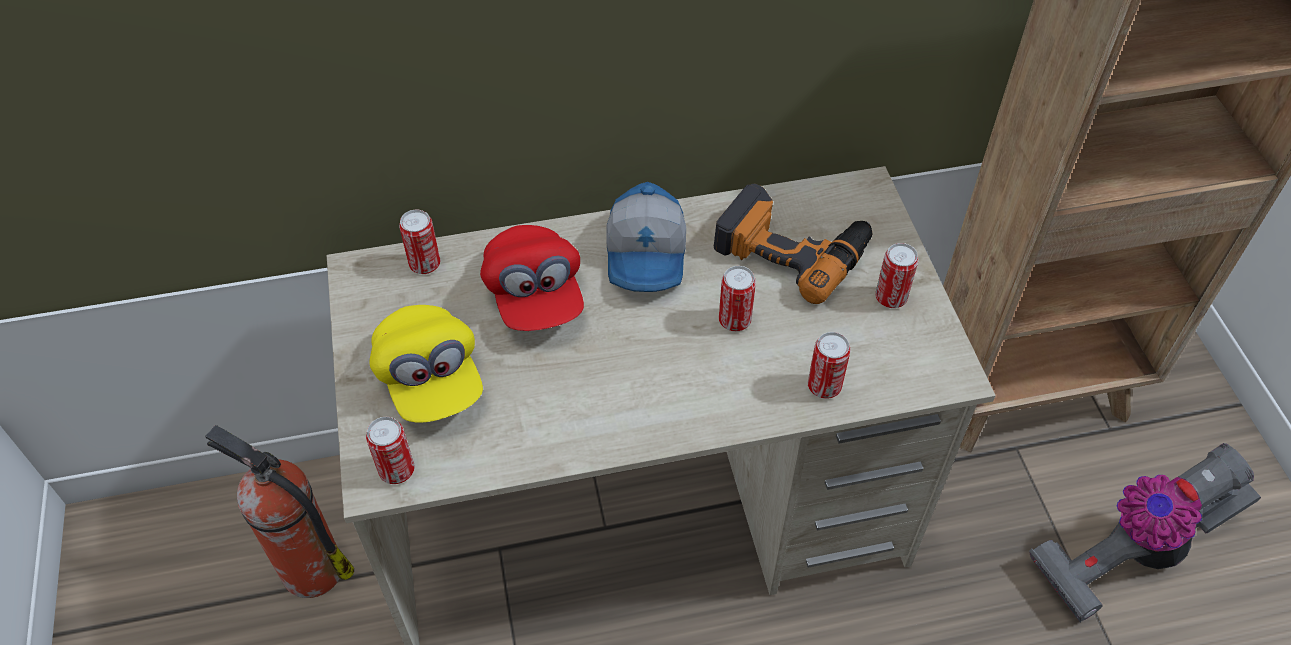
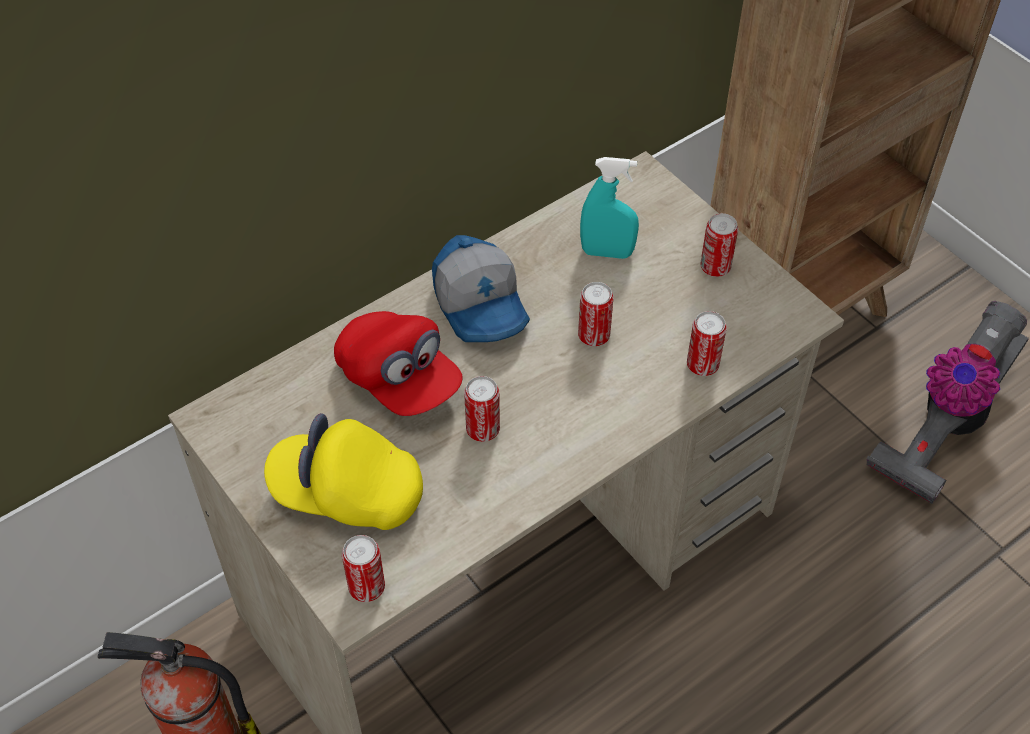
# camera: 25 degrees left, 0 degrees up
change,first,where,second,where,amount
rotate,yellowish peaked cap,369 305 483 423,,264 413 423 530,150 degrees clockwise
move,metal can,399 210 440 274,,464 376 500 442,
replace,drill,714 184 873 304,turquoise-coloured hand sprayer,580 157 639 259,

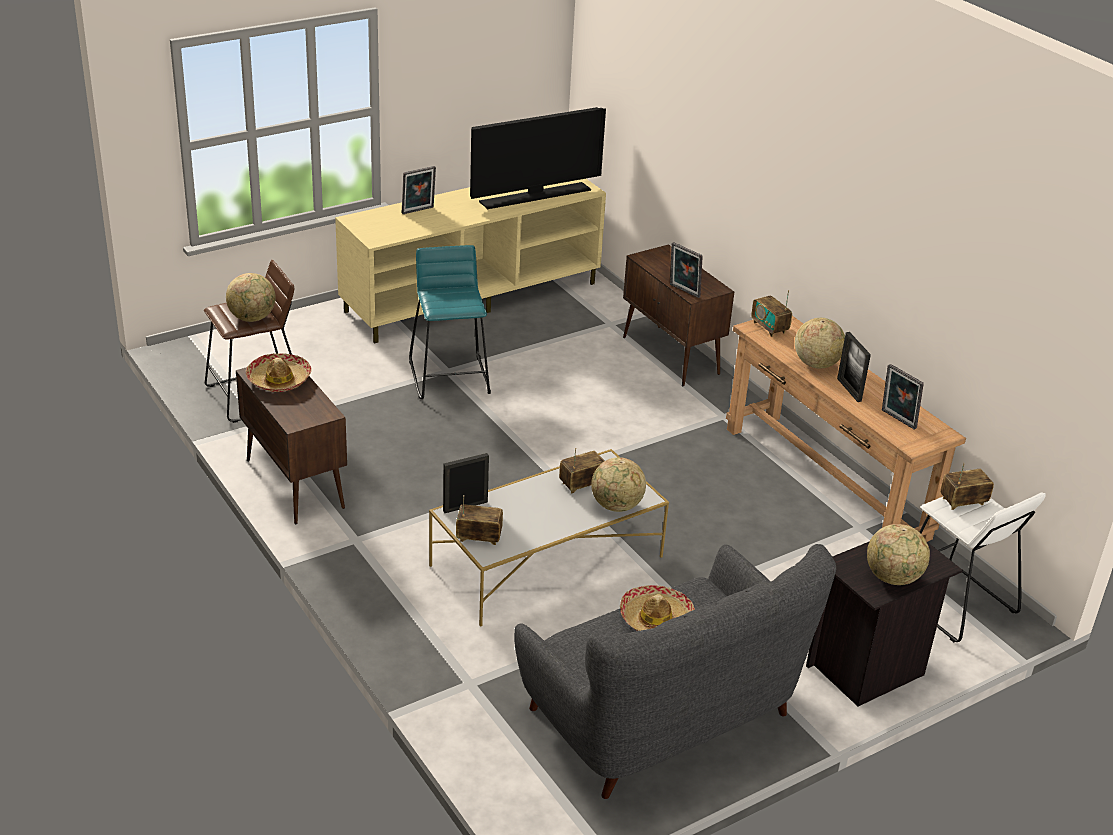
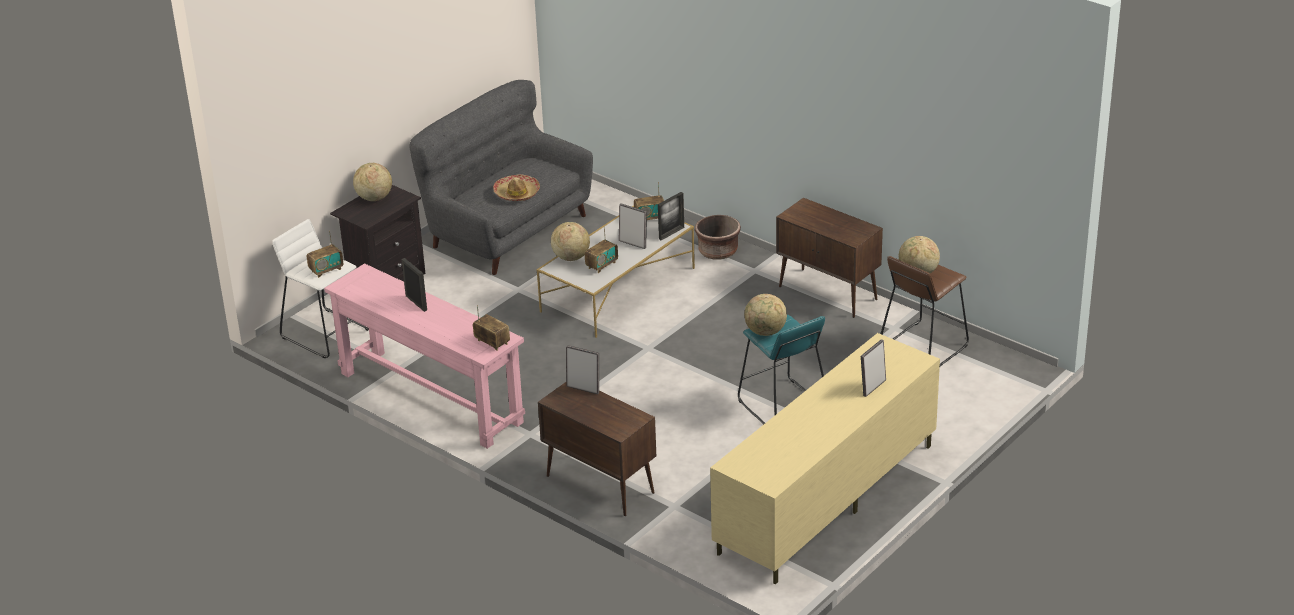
# camera: 165 degrees right, 0 degrees up
change,first,where,second,where,amount
delete,clothing hat,246 353 312 392,,,
delete,television,470 107 606 209,,,
recolor,brown-coloured narrow table,726 316 966 542,pink-coloured narrow table,324 263 525 449,
move,globe,795 318 845 369,,744 294 787 336,
move,photo frame,882 364 924 430,,619 203 647 249,
insert,,,brown-coloured flower pot,695 215 741 260,

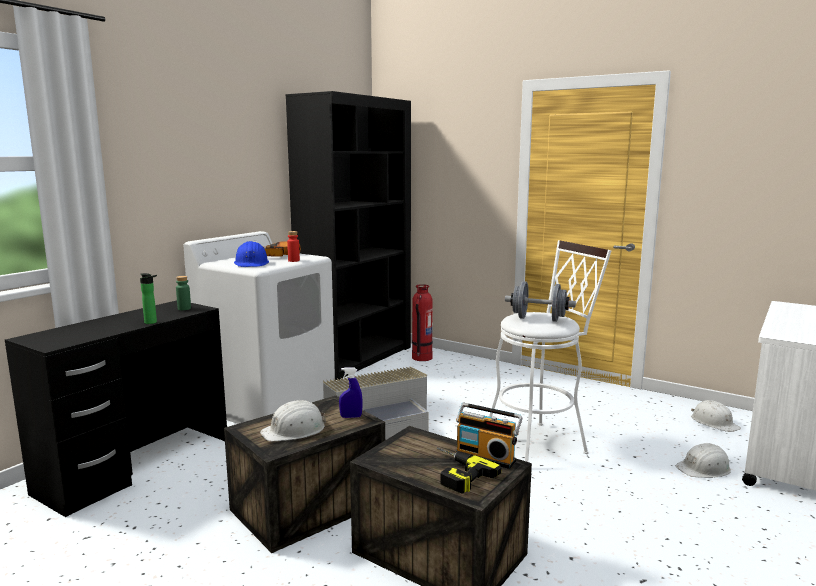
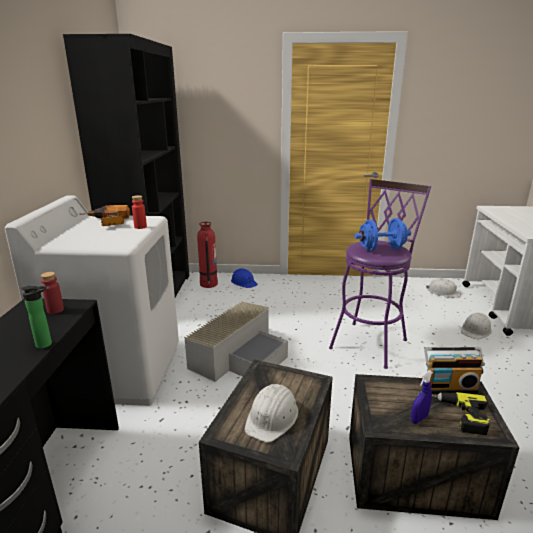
# camera: 30 degrees left, 10 degrees up
change,first,where,second,where,amount
recolor,greenish beverage bottle,176 276 191 310,reddish beverage bottle,41 272 64 314,
move,blue-coloured work helmet,234 241 269 267,,231 269 258 288,
move,blue-coloured hand sprayer,339 367 363 418,,411 370 433 424,
recolor,white stool seat,489 240 611 462,purple stool seat,329 179 431 369,
recolor,gray hand weight,505 281 576 322,blue-coloured hand weight,355 218 411 251,

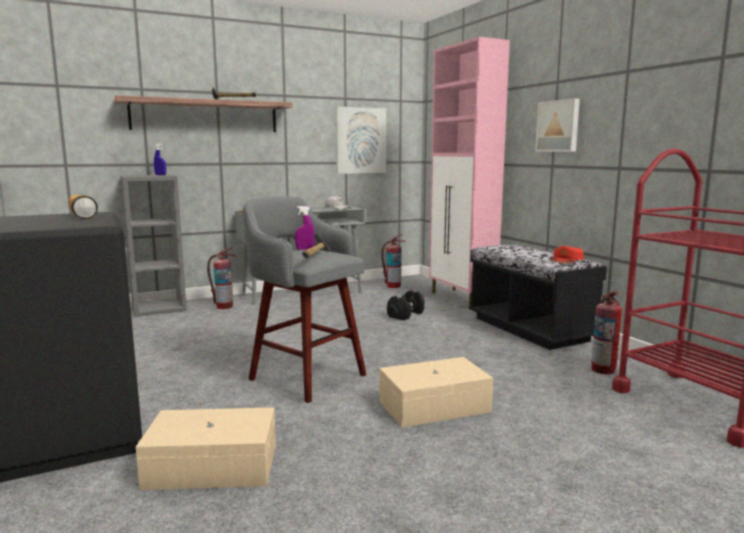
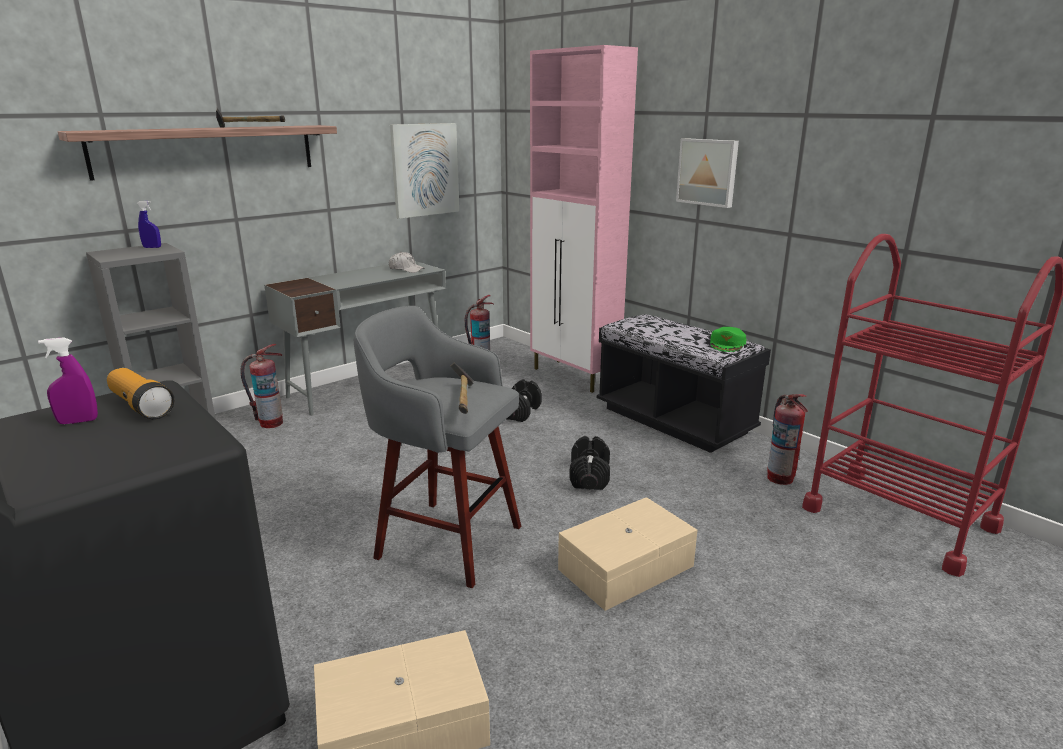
# camera: 15 degrees left, 10 degrees up
change,first,where,second,where,amount
move,purple hand sprayer,295 206 315 250,,38 337 98 424,
recolor,reddish peaked cap,552 246 584 263,greenish peaked cap,710 327 747 352,
insert,,,black-coloured hand weight,569 436 610 490,

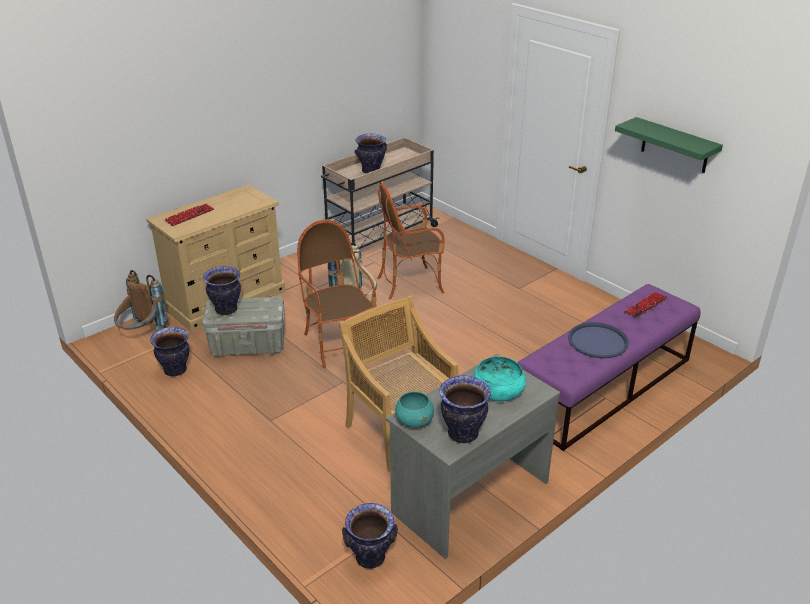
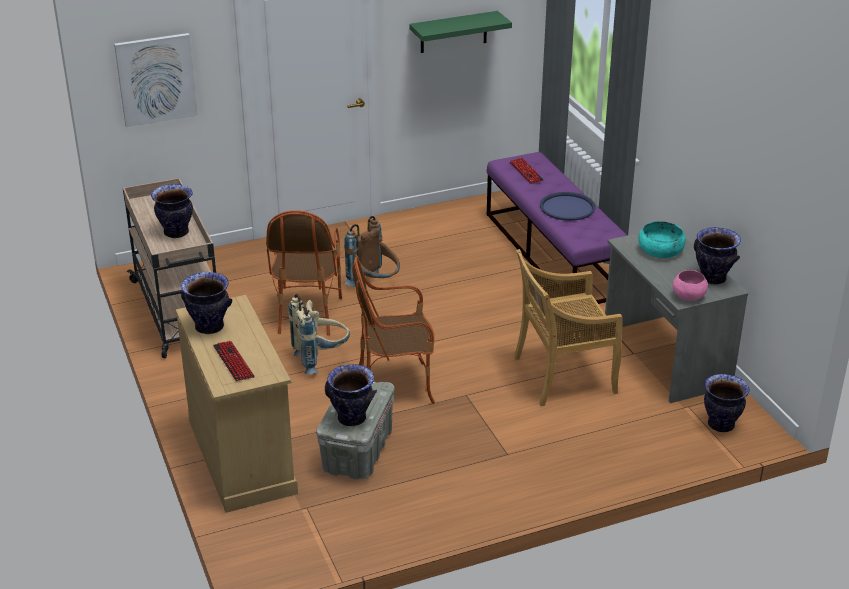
# camera: 70 degrees left, 0 degrees up
change,first,where,second,where,amount
move,brown-coloured knapsack,114 270 168 331,,344 216 400 287,
move,decorative vase,150 327 189 376,,181 272 232 334,
recolor,turquoise-coloured bowl,395 391 434 428,pink-coloured bowl,673 270 708 301,
insert,,,picture,114 33 198 127,

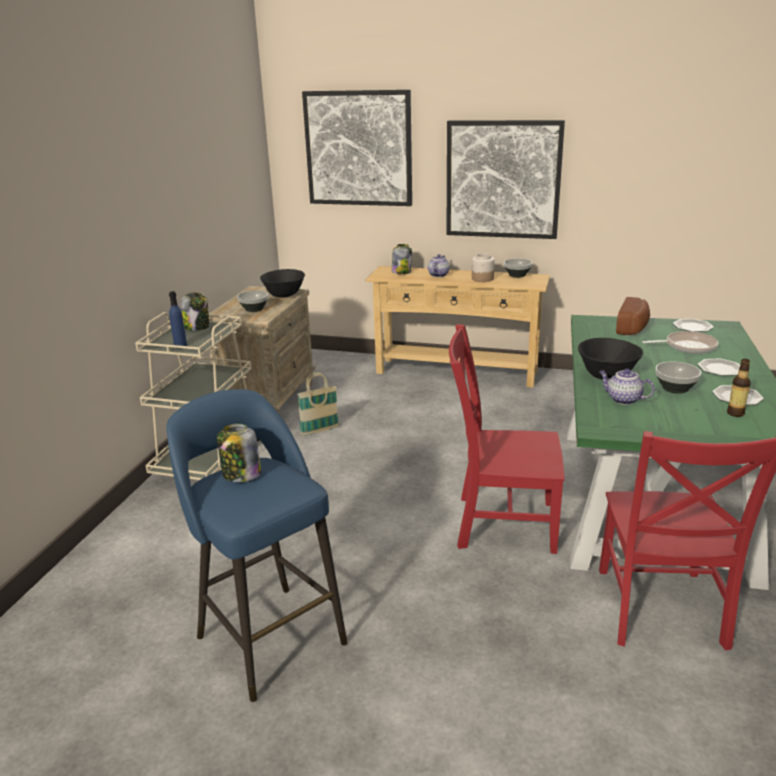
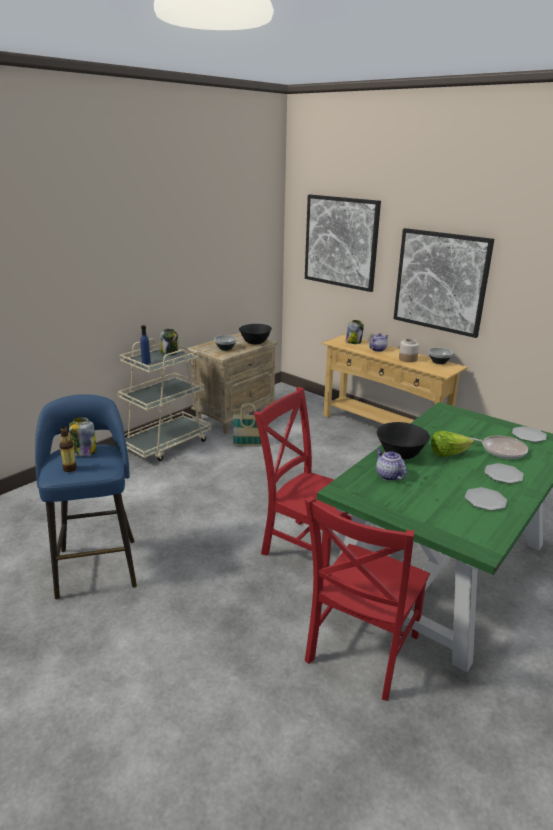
# camera: 25 degrees right, 0 degrees up
change,first,where,second,where,amount
delete,bread,616 297 650 335,,,
delete,bowl,655 362 701 394,,,
move,beverage bottle,727 359 751 417,,59 427 77 472,
insert,,,lettuce,431 430 474 457,

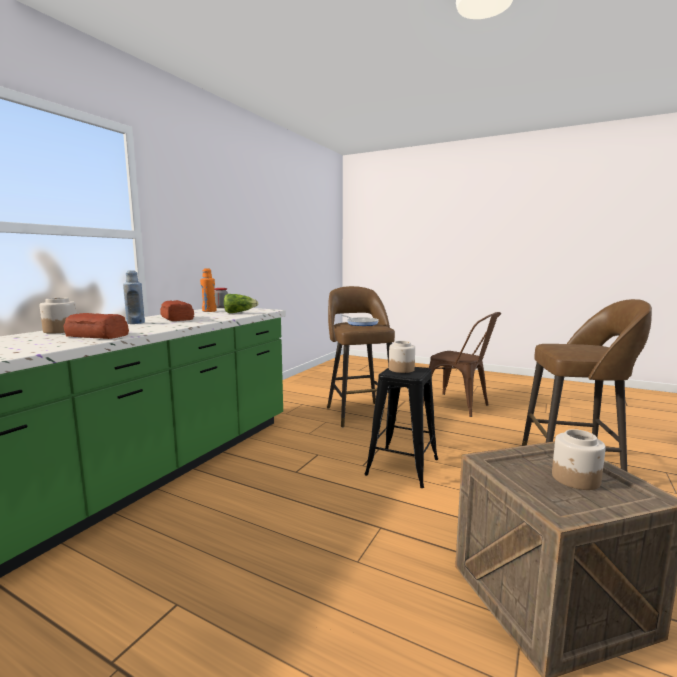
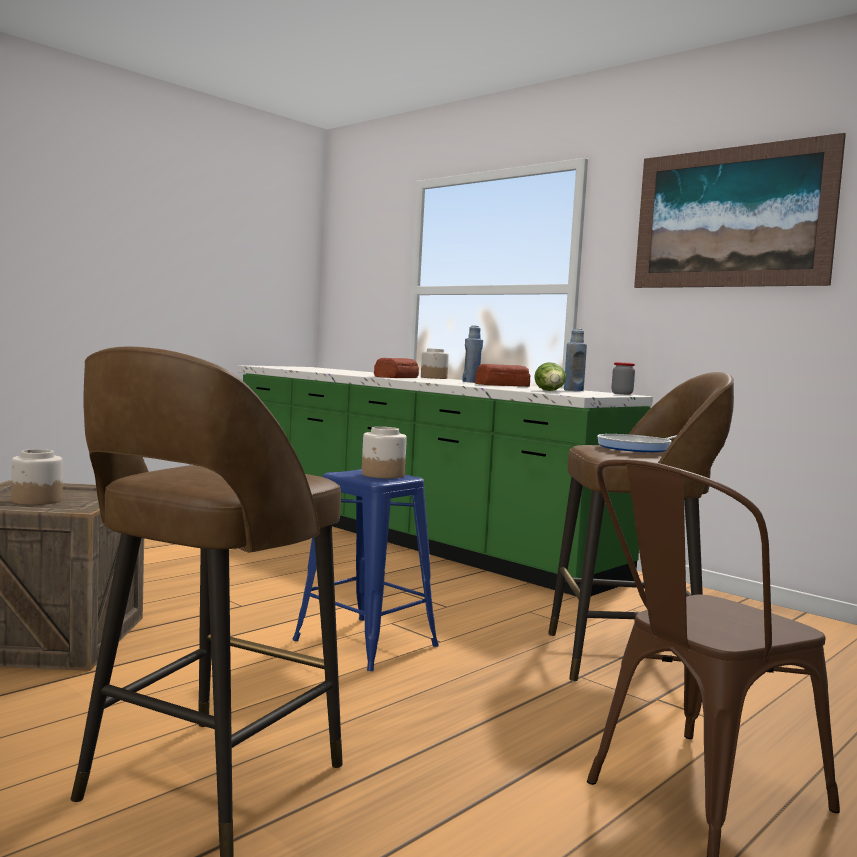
# camera: 105 degrees right, 5 degrees down
change,first,where,second,where,amount
recolor,orange beverage bottle,200 268 217 312,blue-coloured beverage bottle,564 329 587 391,
recolor,black-coloured stool seat,364 367 438 488,blue-coloured stool seat,292 469 439 671,
insert,,,picture,634 133 846 288,

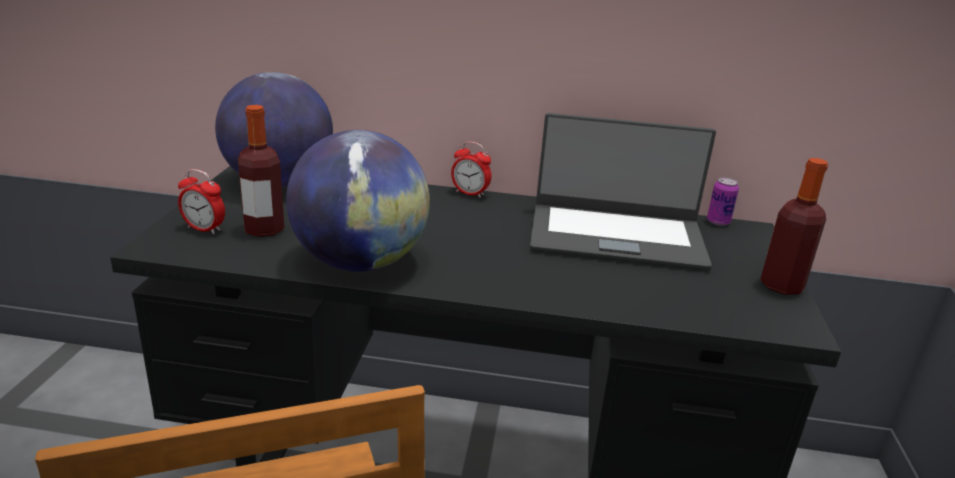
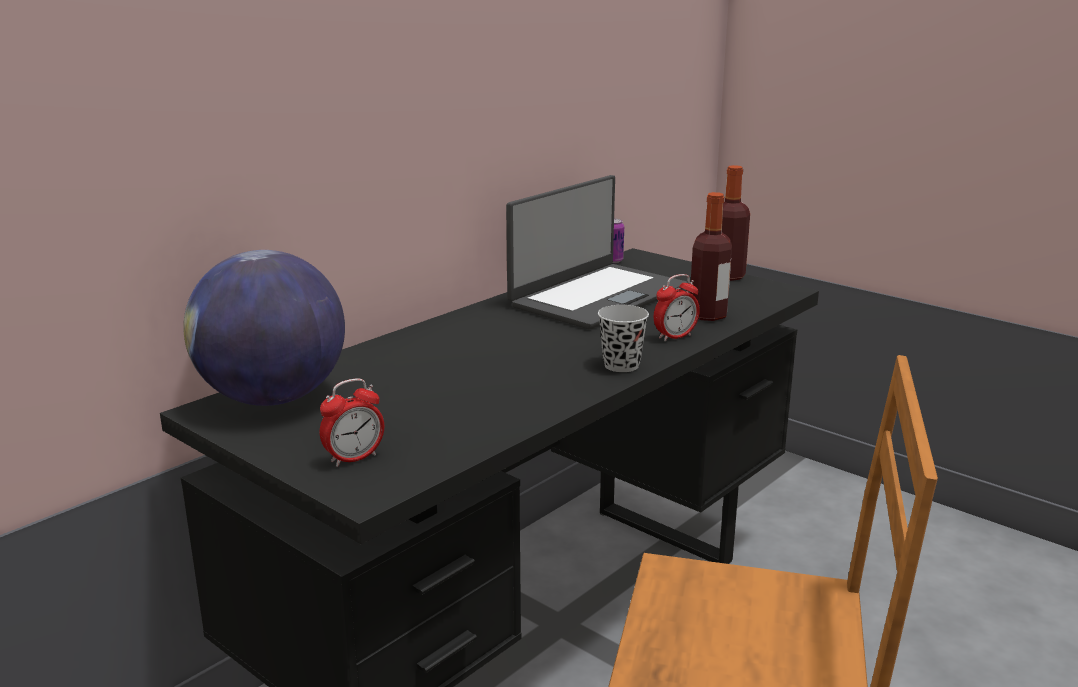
# camera: 55 degrees left, 5 degrees down
change,first,where,second,where,amount
move,beverage bottle,238 105 284 237,,690 192 732 321,
delete,globe,286 130 430 272,,,
move,table clock,451 141 492 198,,654 274 700 341,
insert,,,black-coloured cup,598 305 649 372,

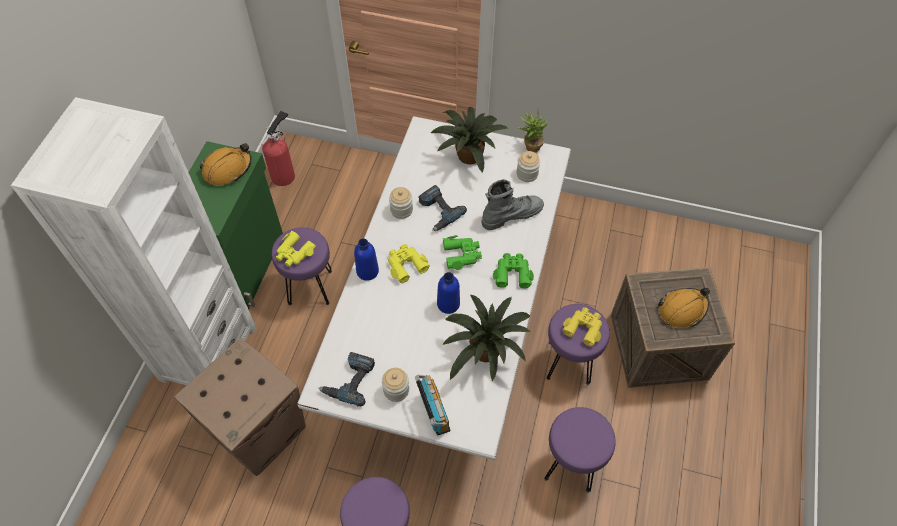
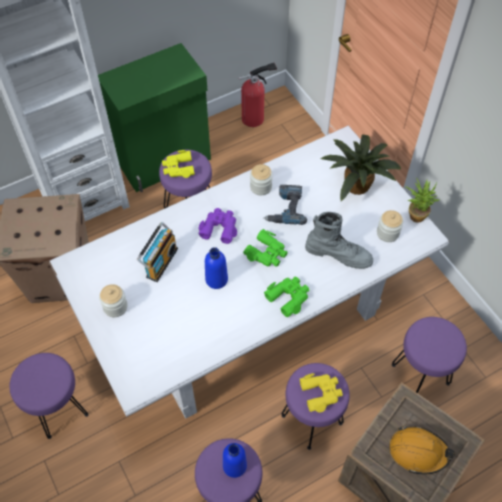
# camera: 45 degrees right, 0 degrees up
change,first,where,second,where,amount
delete,orange work helmet,200 143 252 186,,,
delete,drill,318 352 375 406,,,
move,blue-coloured beverage bottle,354 238 379 281,,223 443 247 478,
recolor,yellowish pair of binoculars,388 244 430 283,purple pair of binoculars,198 208 237 244,
move,radio,415 375 450 436,,137 222 178 282,
delete,potted plant,442 294 531 381,,,
insert,,,purple stool seat,392 317 467 393,

